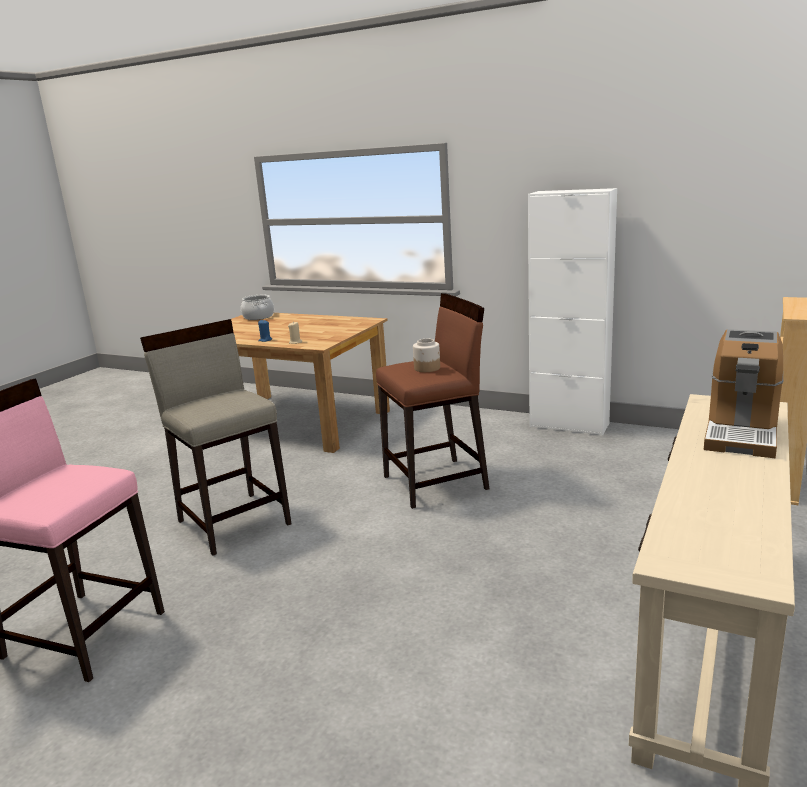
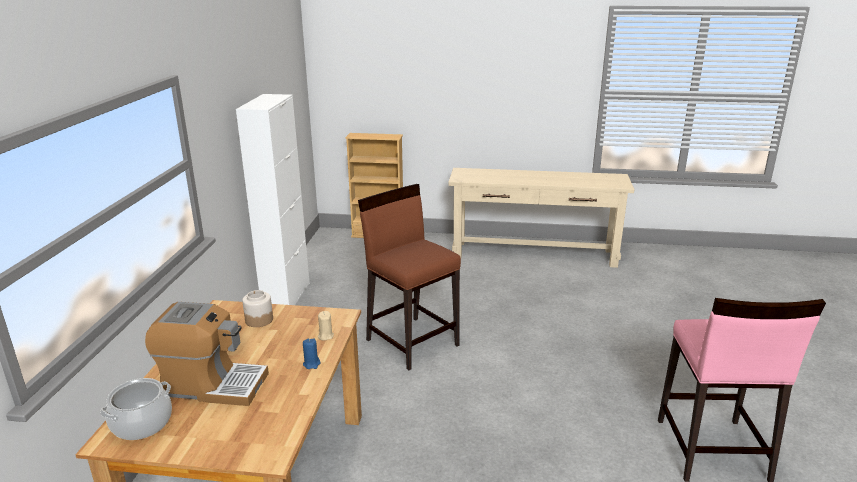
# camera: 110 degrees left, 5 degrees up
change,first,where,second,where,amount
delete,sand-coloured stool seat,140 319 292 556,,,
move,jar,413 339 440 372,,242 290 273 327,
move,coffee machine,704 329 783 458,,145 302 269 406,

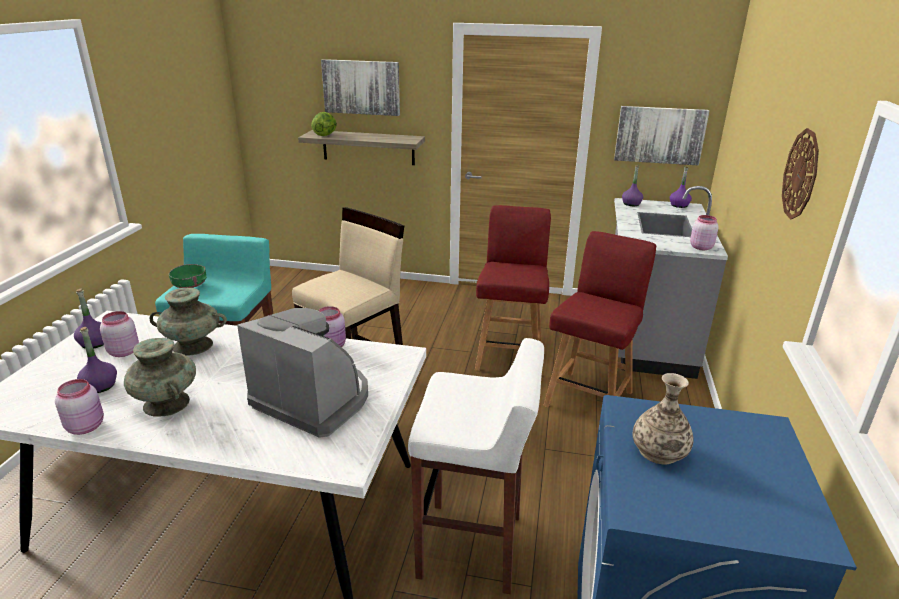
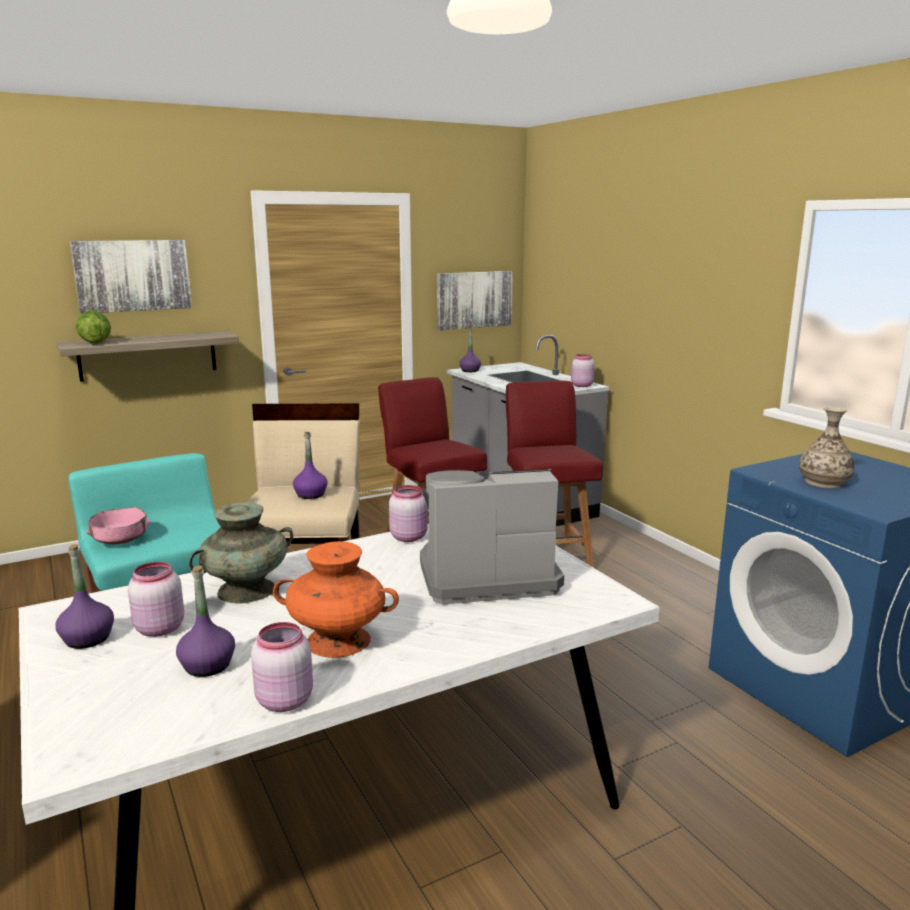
# camera: 40 degrees left, 10 degrees down
change,first,where,second,where,amount
recolor,turquoise-coloured decorative vase,124 338 196 416,orange decorative vase,273 541 399 658,
recolor,greenish bowl,169 264 207 288,pink-coloured bowl,87 507 150 544,
delete,white stool seat,408 338 544 594,,,
move,purple beverage bottle,670 166 692 208,,293 432 328 499,
delete,clock on the wall,782 128 819 219,,,

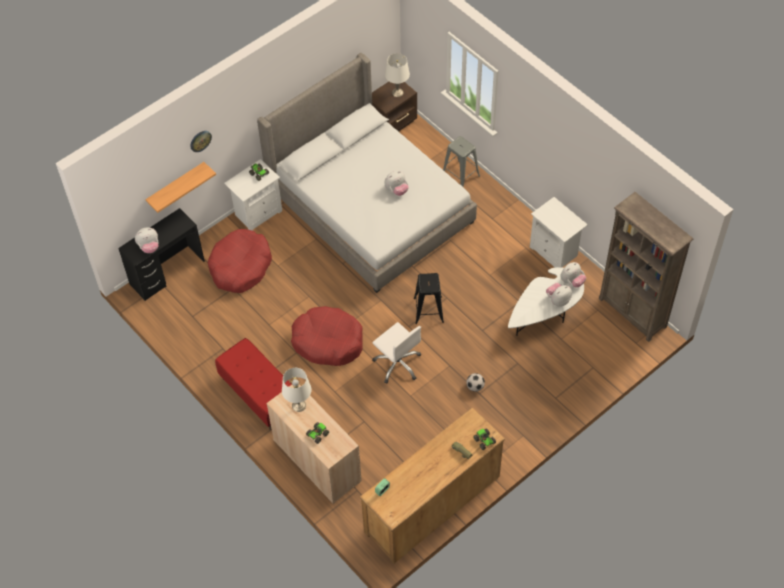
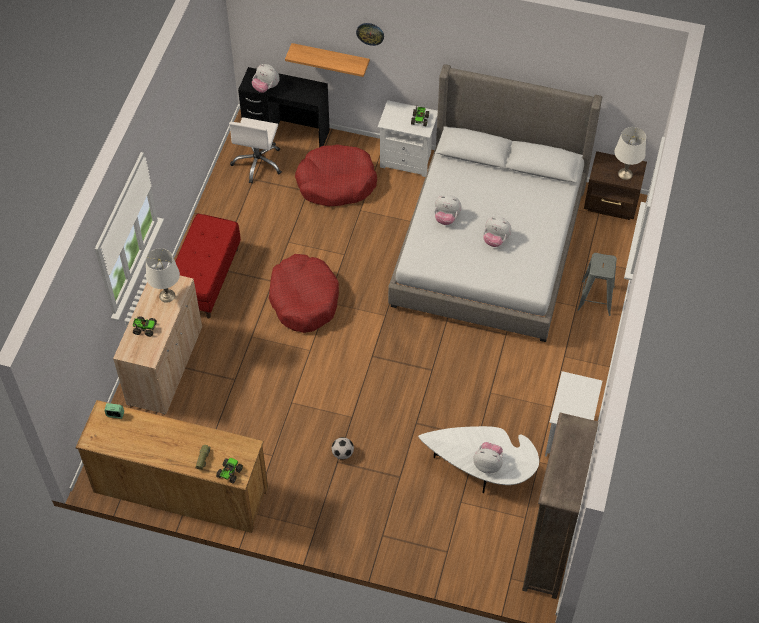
# camera: 55 degrees right, 0 degrees up
change,first,where,second,where,amount
move,white computer chair,372 322 421 383,,229 117 282 183,
delete,black-coloured stool seat,414 273 444 324,,,
move,cuddly toy,560 262 586 288,,435 195 462 225,

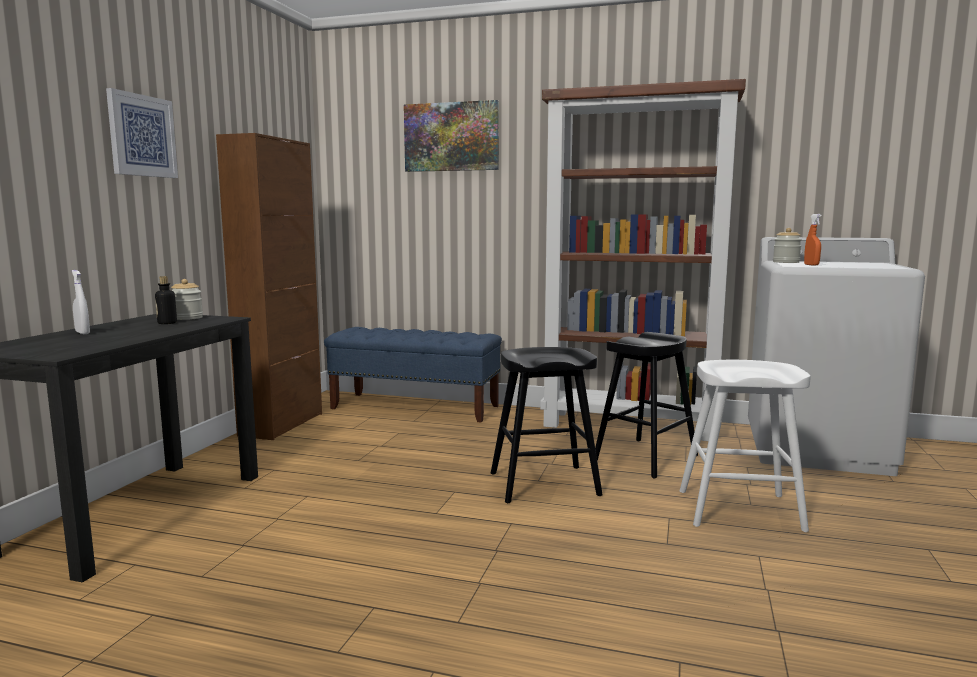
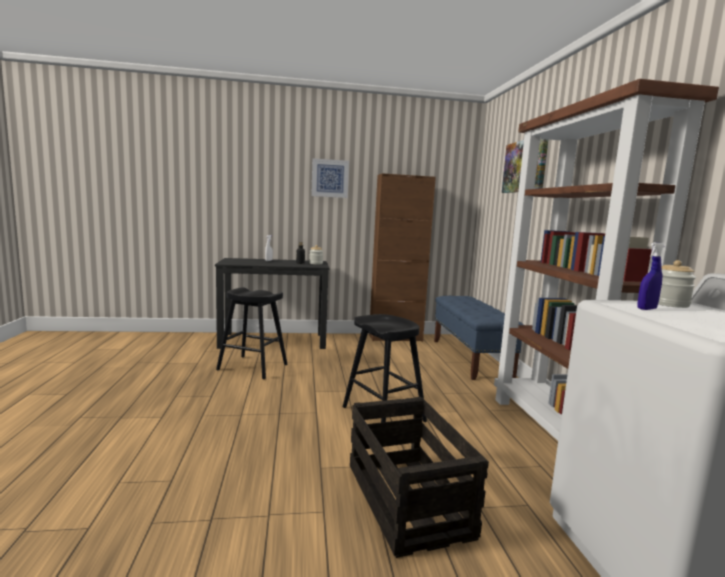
# camera: 65 degrees right, 0 degrees up
change,first,where,second,where,amount
move,black-coloured stool seat,595 332 698 478,,216 287 287 379,
replace,white stool seat,680 360 811 532,crate,350 397 489 558,
recolor,orange hand sprayer,804 214 822 266,blue-coloured hand sprayer,638 242 664 310,

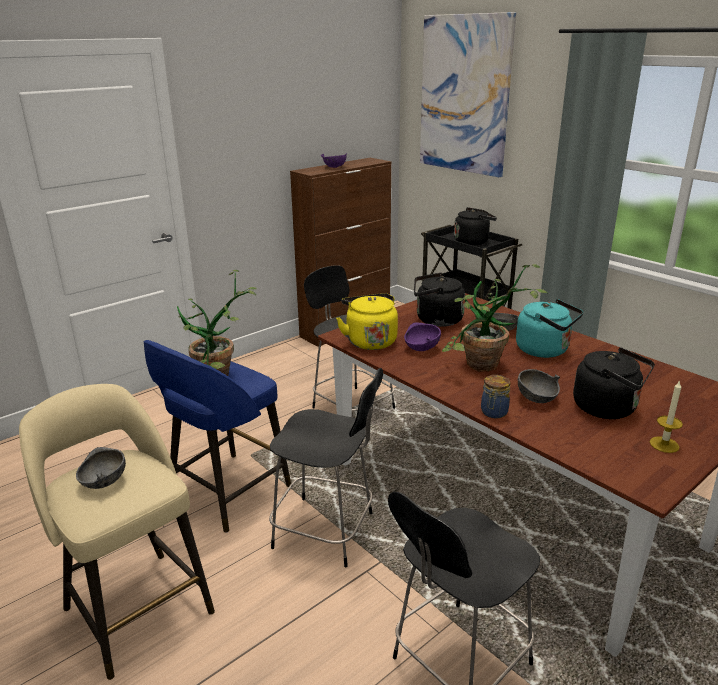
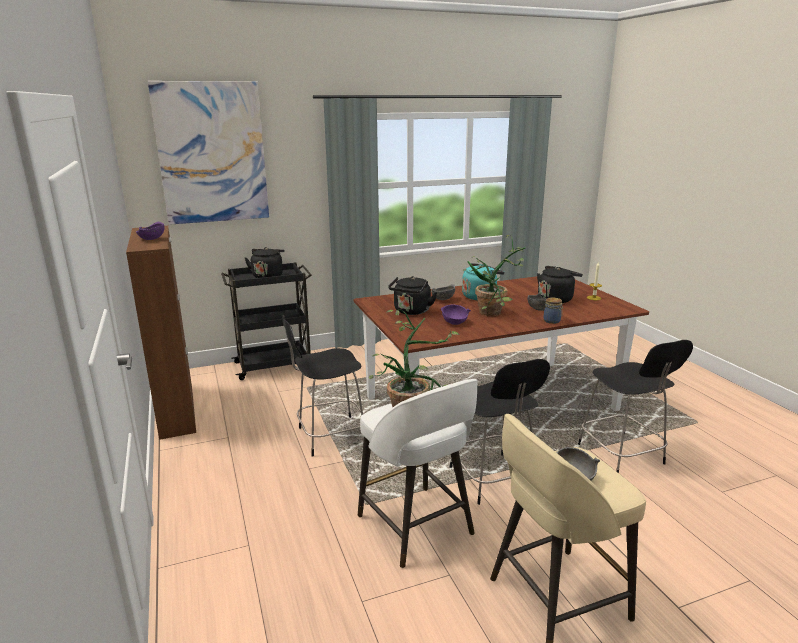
# camera: 70 degrees left, 5 degrees down
change,first,where,second,where,amount
recolor,blue-coloured stool seat,144 340 291 533,white stool seat,358 379 478 568,
rotate,black-coloured upright chair,269 368 383 568,,450 359 550 505,120 degrees clockwise
delete,yellowish kettle,336 293 398 350,,,

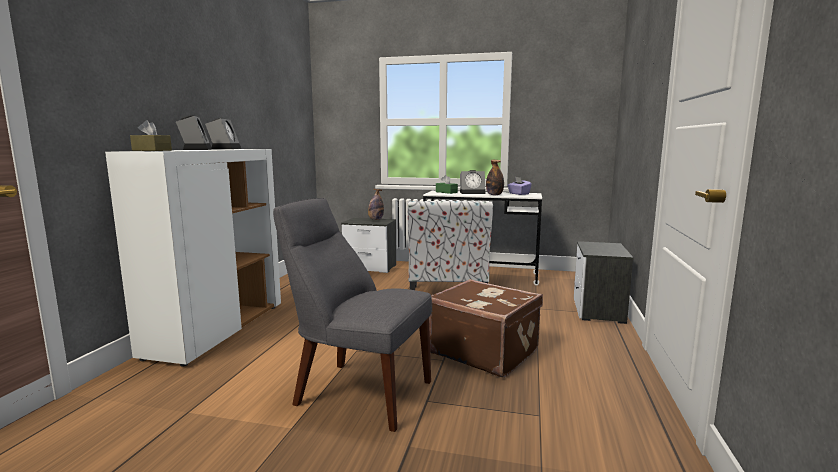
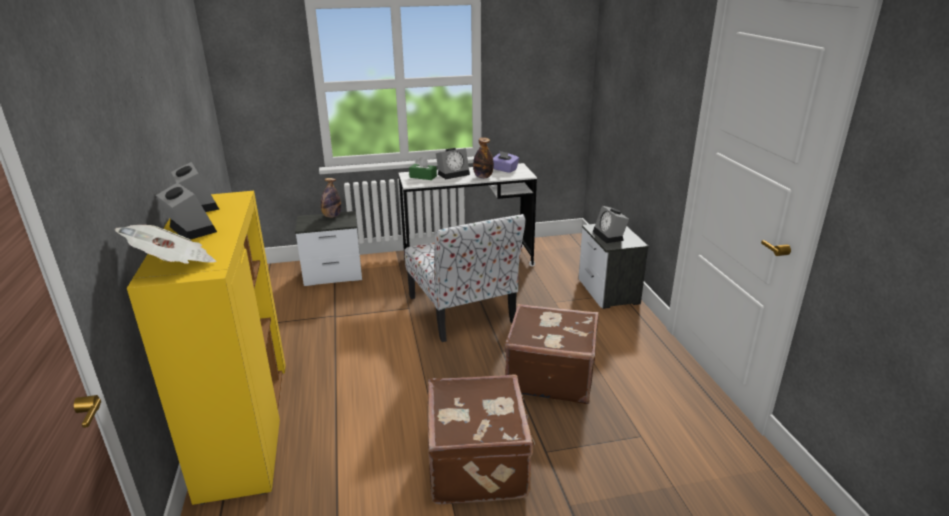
# camera: 25 degrees left, 15 degrees up
change,first,where,second,where,amount
recolor,white cabinet,105 149 281 367,yellowish cabinet,127 191 286 505,
replace,brown-coloured box of tissues,130 120 172 151,newspaper,115 225 216 264,
replace,gray upright chair,273 198 432 432,brown-coloured suitcase,428 374 535 504,
insert,,,table clock,593 206 629 243,

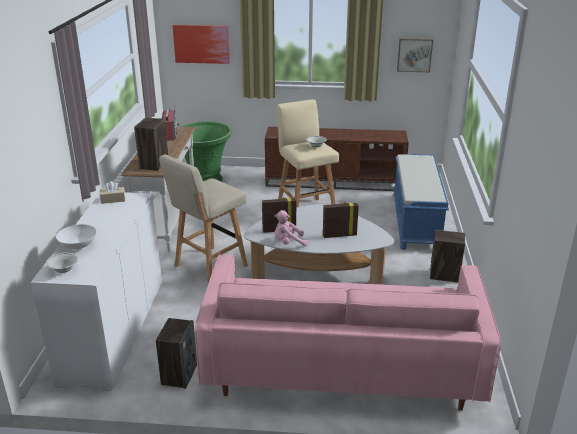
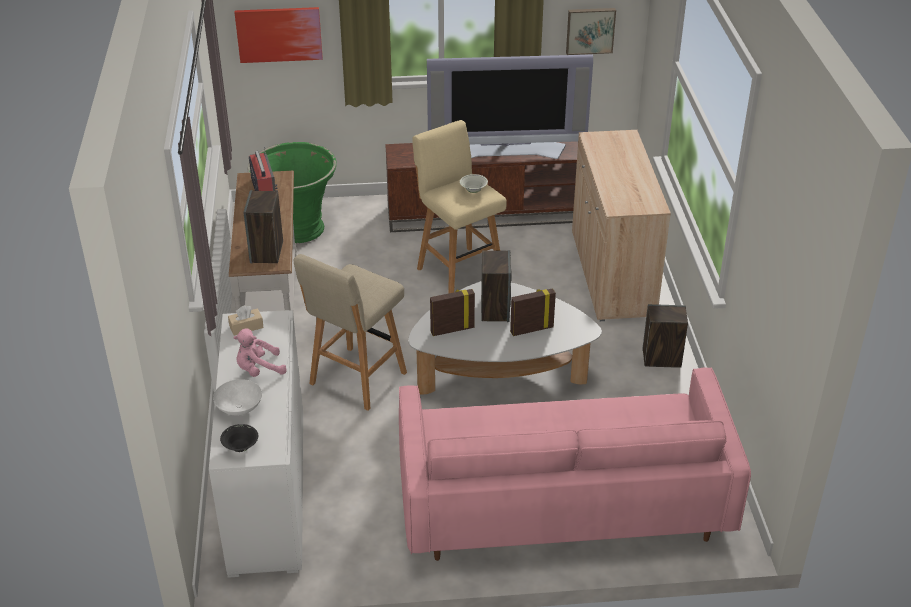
# camera: 10 degrees left, 10 degrees up
change,first,where,second,where,amount
recolor,white bowl,46 252 79 273,black-coloured bowl,220 424 258 452,
move,speaker,156 318 197 389,,481 250 512 322,
move,pink-coloured cuddly toy,274 210 308 247,,233 328 287 377,
replace,blue-coloured long seat,393 154 449 250,sand-coloured cabinet,572 130 671 321,
insert,,,television,427 55 593 159,

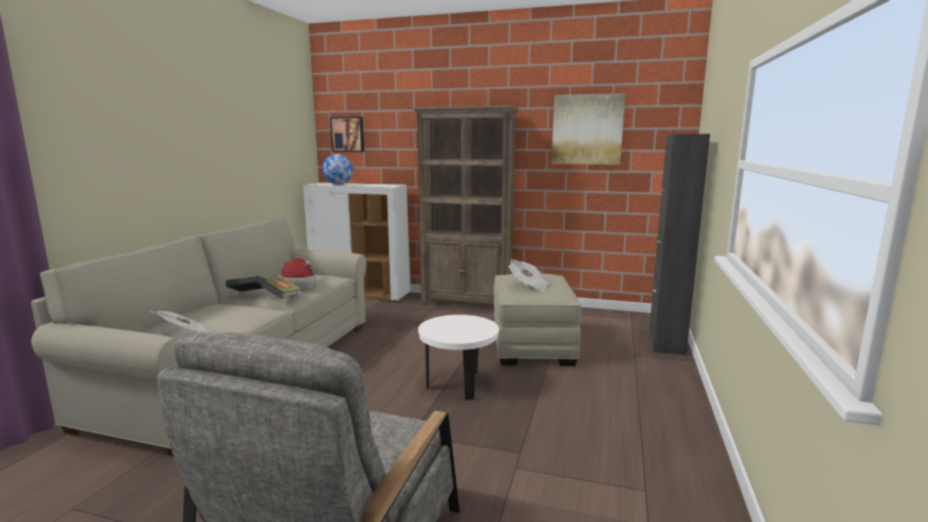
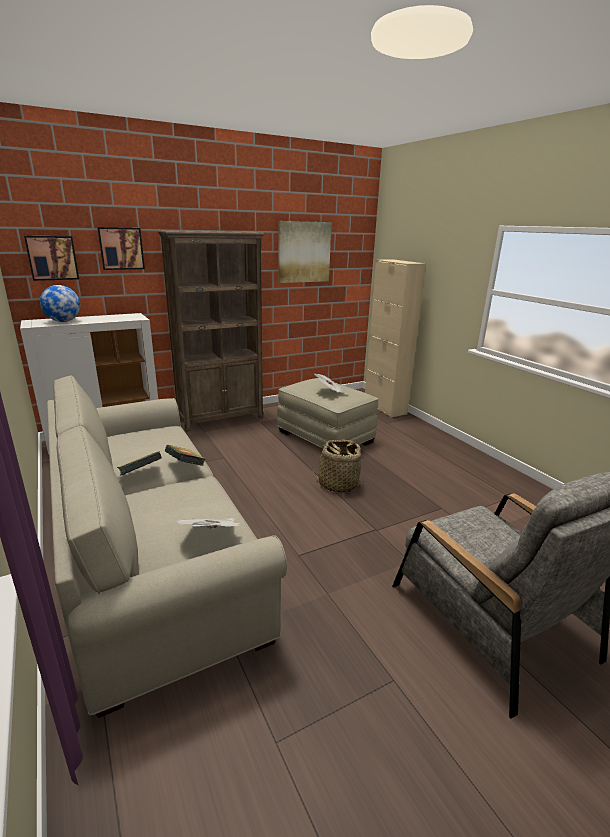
# camera: 45 degrees left, 10 degrees up
change,first,where,second,where,amount
delete,clothing hat,278 258 316 291,,,
replace,white end table,418 315 499 400,basket,311 440 365 493,
recolor,black-coloured cabinet,650 134 710 355,sand-coloured cabinet,365 259 426 417,
insert,,,picture,97 227 145 270,

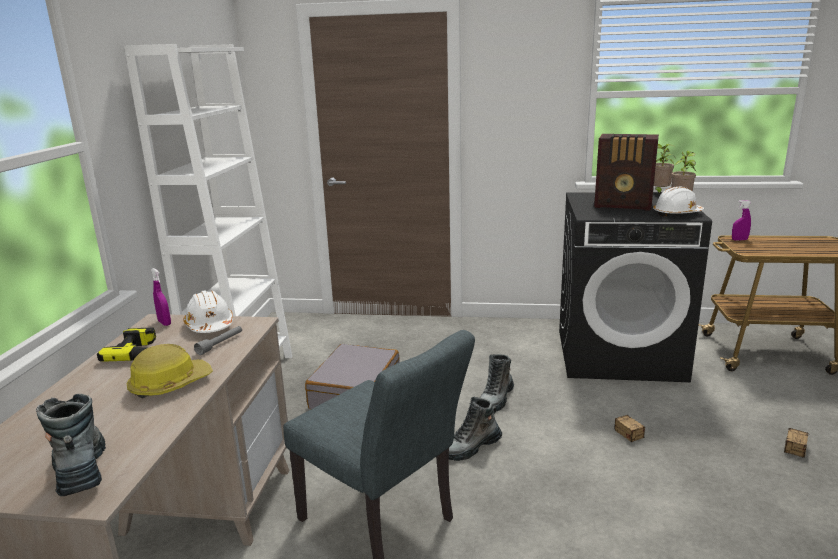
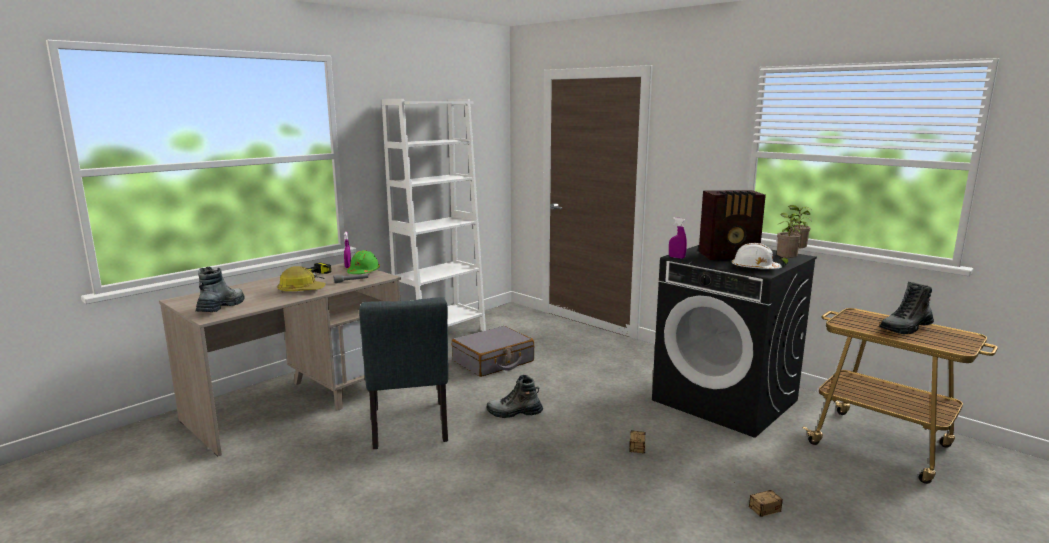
# camera: 35 degrees right, 5 degrees down
change,first,where,second,where,amount
recolor,white work helmet,183 291 233 333,greenish work helmet,347 250 380 274,
move,tall boot,480 354 514 411,,879 282 934 334,
rotate,radio,594 134 659 211,,699 190 766 260,60 degrees counterclockwise
move,purple hand sprayer,732 200 751 241,,669 217 687 259,

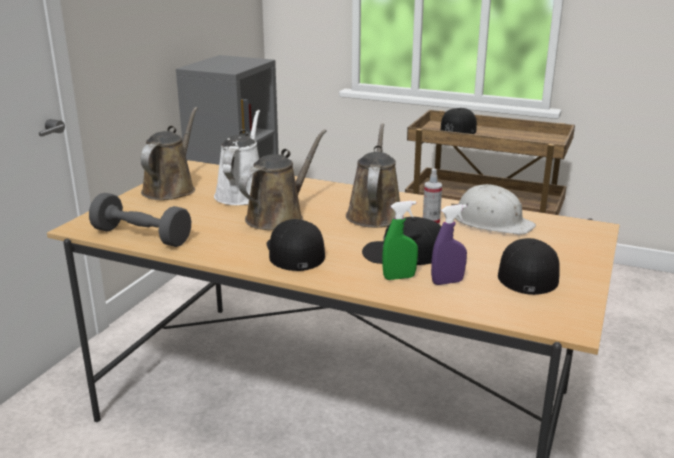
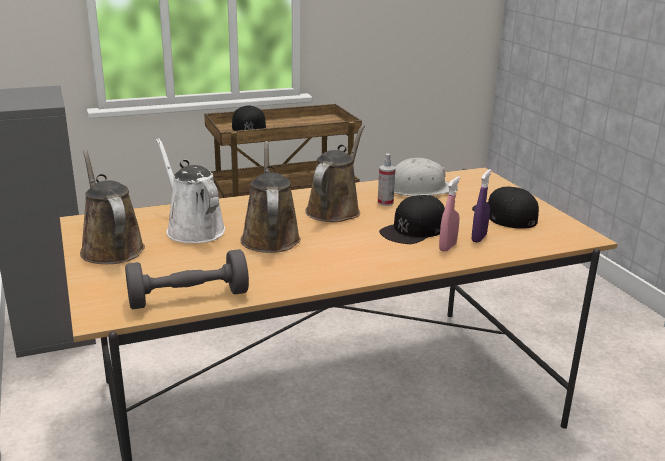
# camera: 45 degrees left, 0 degrees up
change,first,where,second,where,amount
delete,black-coloured peaked cap,267 219 325 271,,,
rotate,brown-coloured watering can,346 123 400 228,,305 125 365 222,60 degrees clockwise
recolor,greenish hand sprayer,382 201 418 280,pink-coloured hand sprayer,439 176 460 252,

